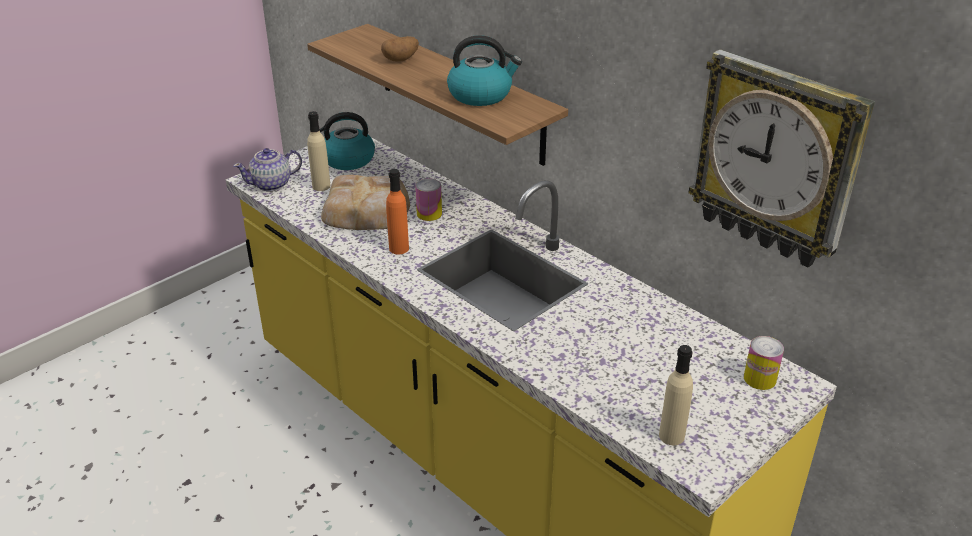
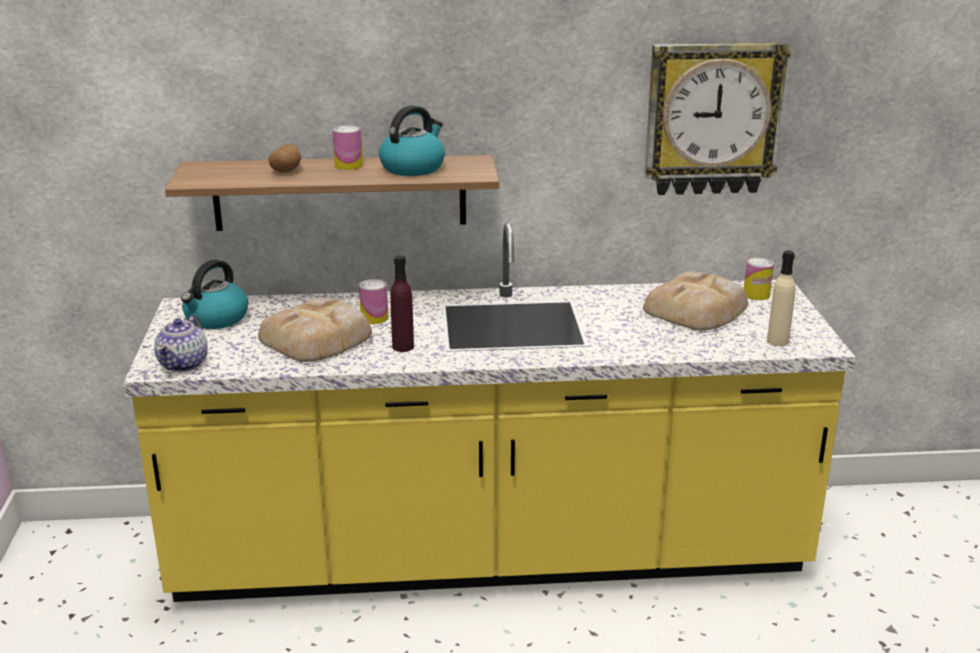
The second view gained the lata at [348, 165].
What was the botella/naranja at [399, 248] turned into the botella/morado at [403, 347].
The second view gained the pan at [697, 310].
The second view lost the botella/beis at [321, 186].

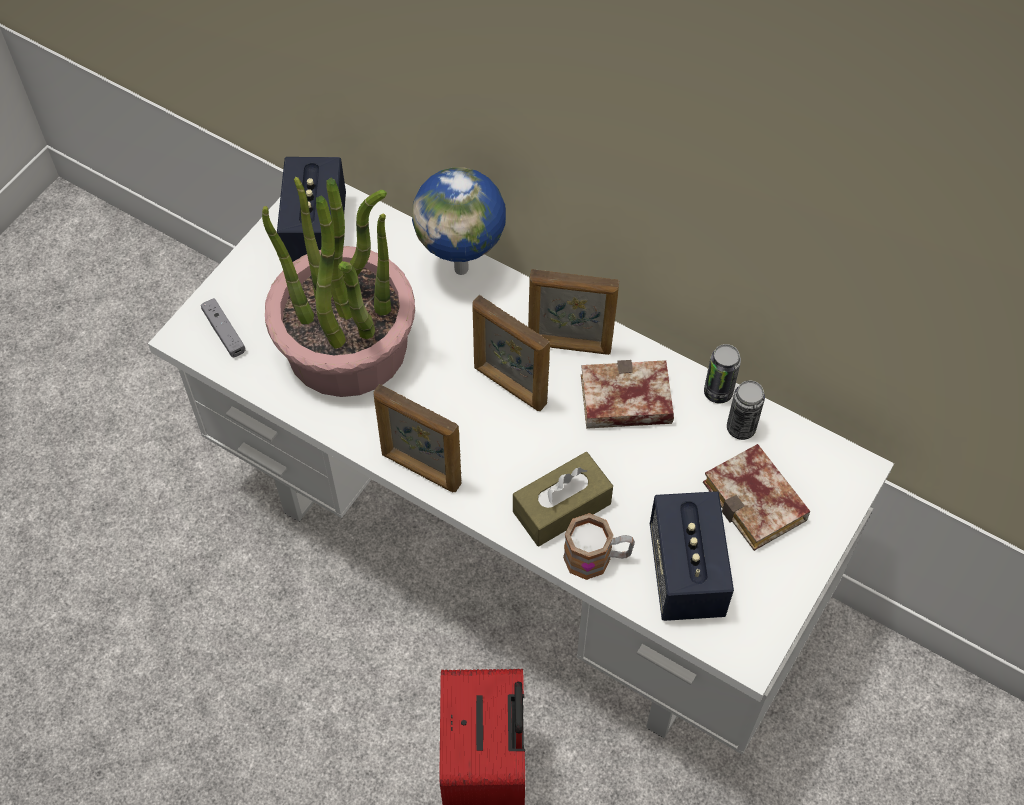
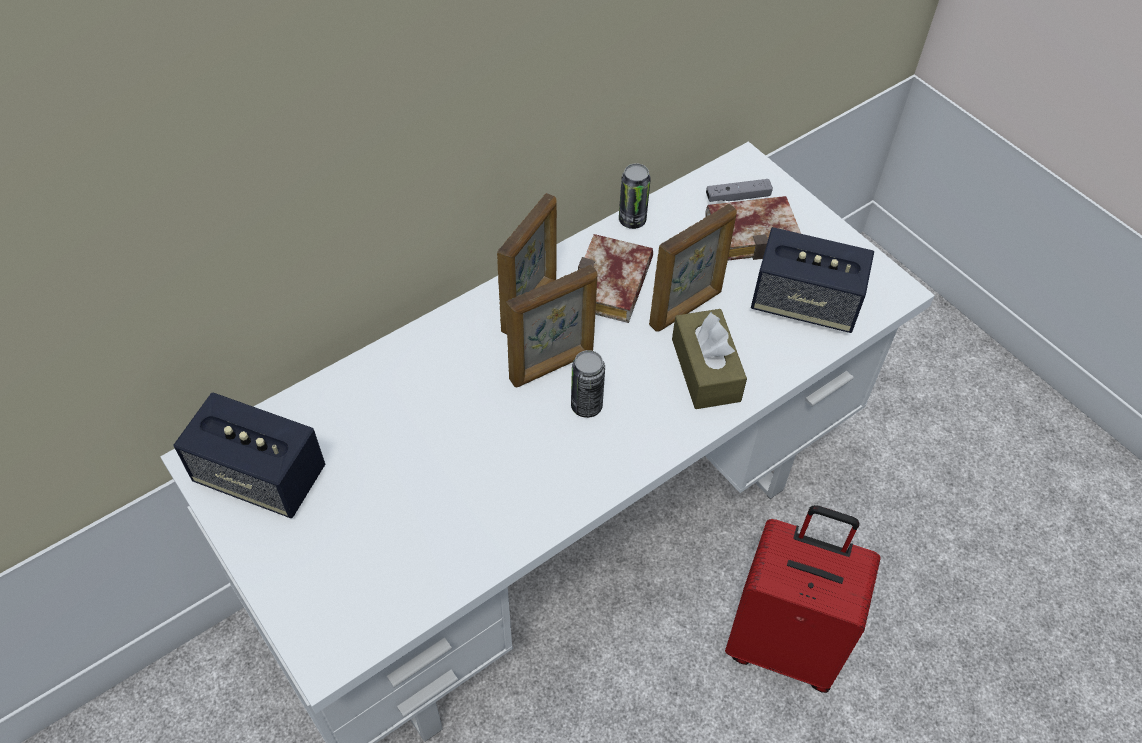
The lata ended up elsewhere, having gone from [741, 428] to [586, 406].
The portarretratos ended up elsewhere, having gone from [420, 469] to [686, 308].
The mando de consola/gris ended up elsewhere, having gone from [224, 332] to [737, 197].
The second view lost the planta en maceta at [347, 347].
The second view lost the globo terráqueo at [463, 268].
The second view lost the taza grande at [597, 558].

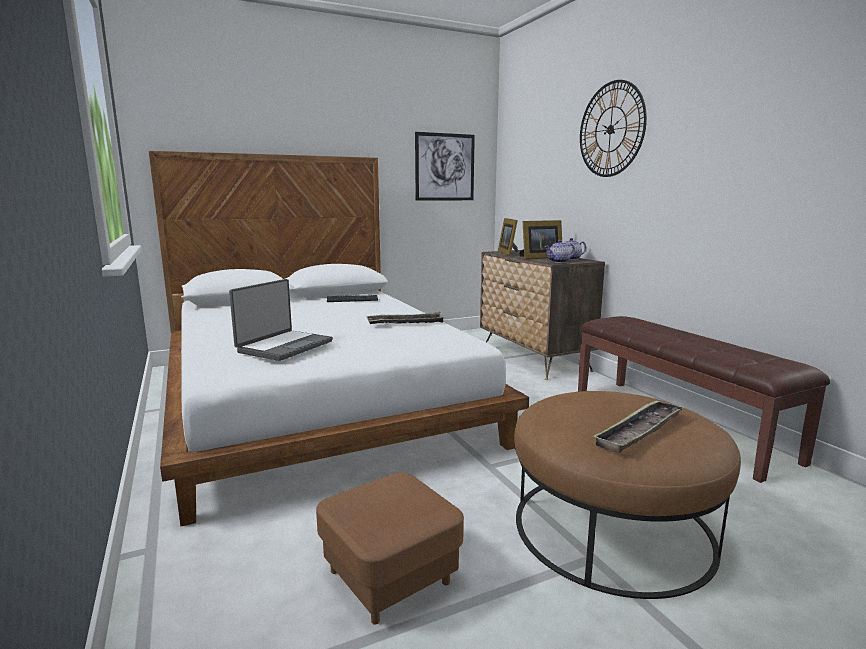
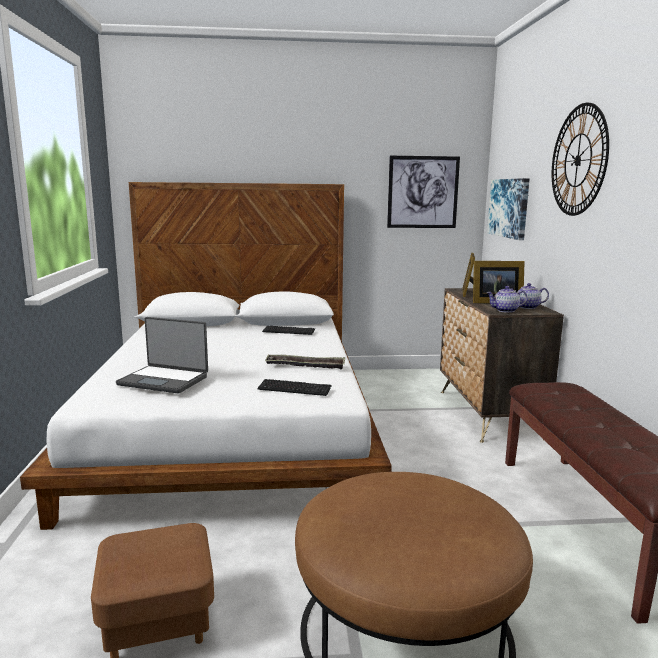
The portátil at [284, 346] ended up facing another way, 60 degrees clockwise from before.
The second view gained the teclado at [294, 389].
The second view gained the cuadro at [509, 208].
The second view lost the bandeja at [639, 431].

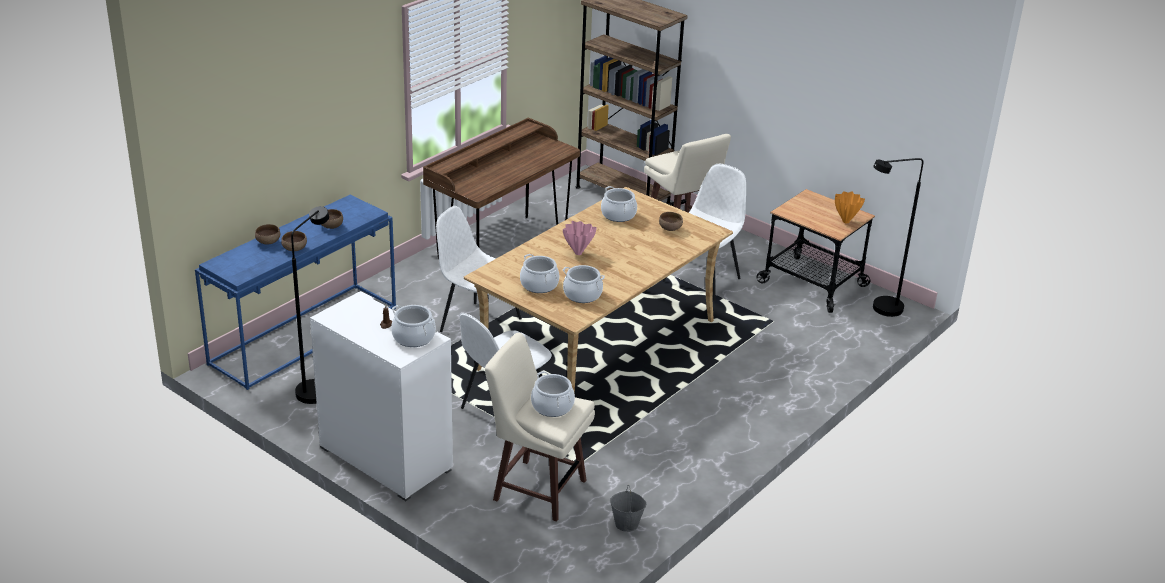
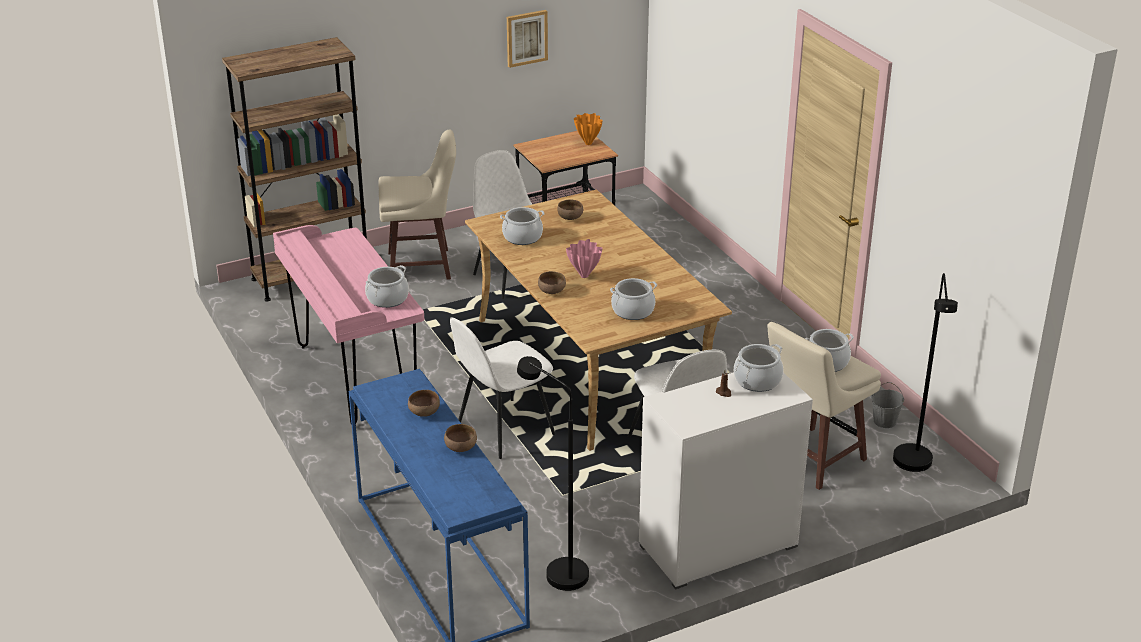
What was the escritorio/marrón at [502, 247] turned into the escritorio/rosa at [354, 378].
The olla ended up elsewhere, having gone from [582, 295] to [387, 299].
The second view gained the cuadro at [526, 38].
The cuenco/marrón ended up elsewhere, having gone from [268, 242] to [552, 291].
The lámpara de pie/negro ended up elsewhere, having gone from [880, 310] to [914, 467].

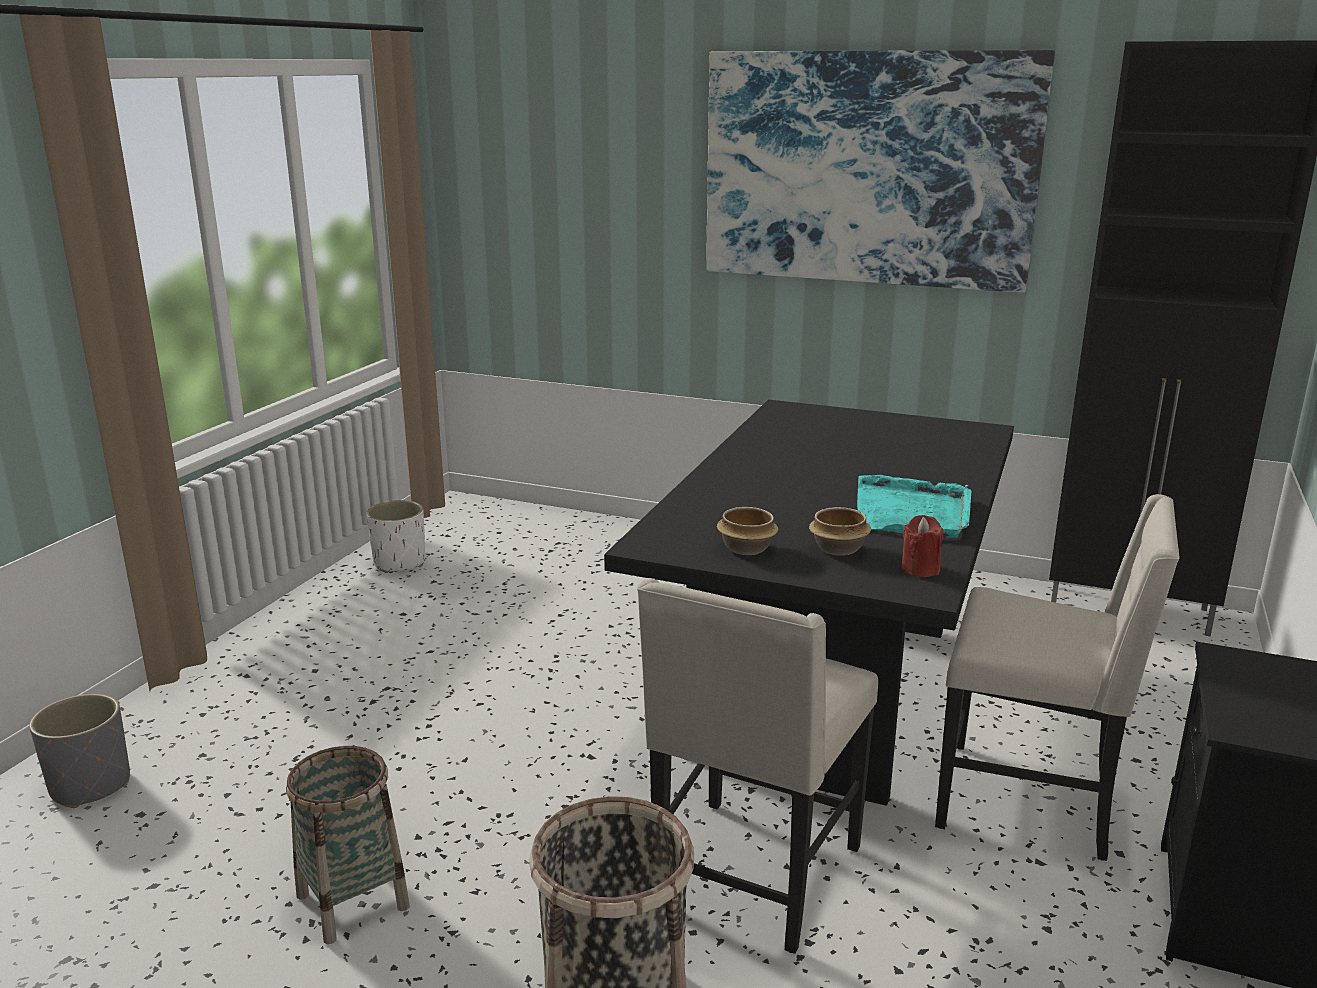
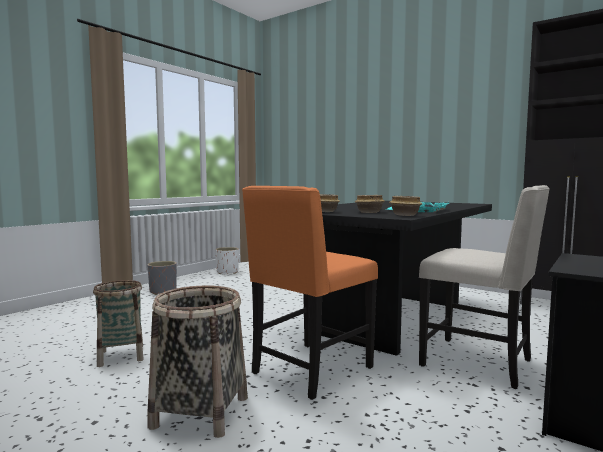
The maceta/gris ended up elsewhere, having gone from [91, 785] to [163, 291].
What was the silla/beis at [752, 877] turned into the silla/naranja at [309, 371].
Where the vela/rojo stood at [920, 569], the cuenco came to stand at [404, 215].
The second view lost the cuadro at [867, 169].

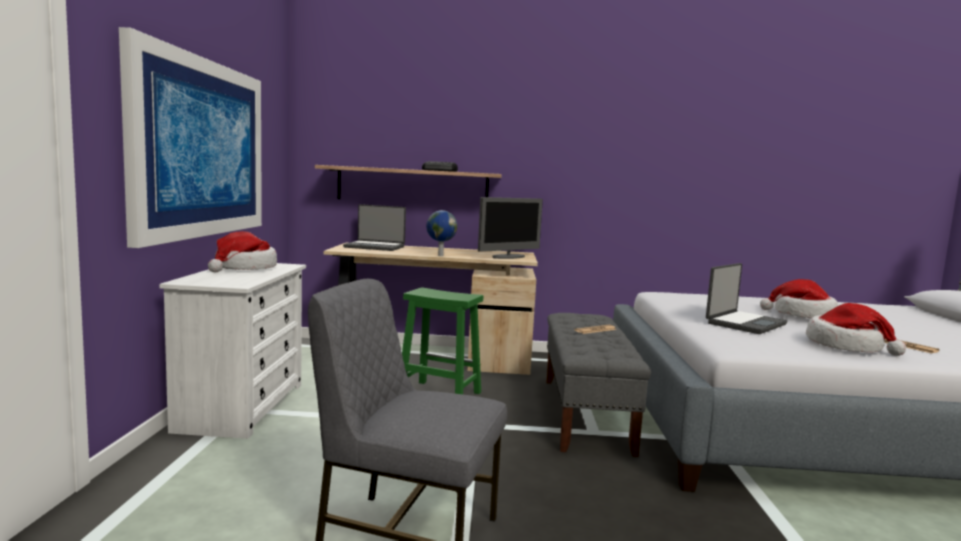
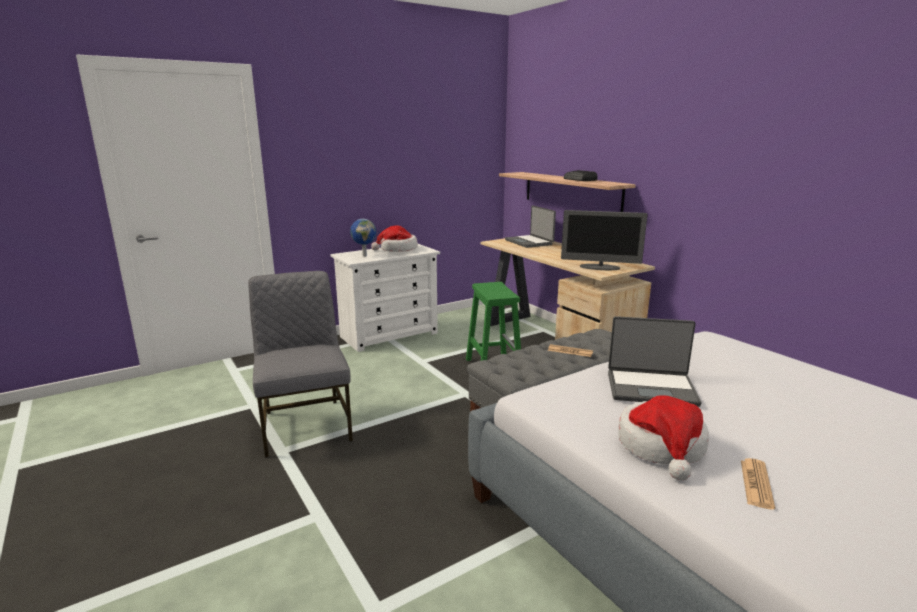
The globo terráqueo ended up elsewhere, having gone from [440, 255] to [364, 256].
The second view lost the cuadro at [201, 148].
The second view lost the sombrero at [801, 315].

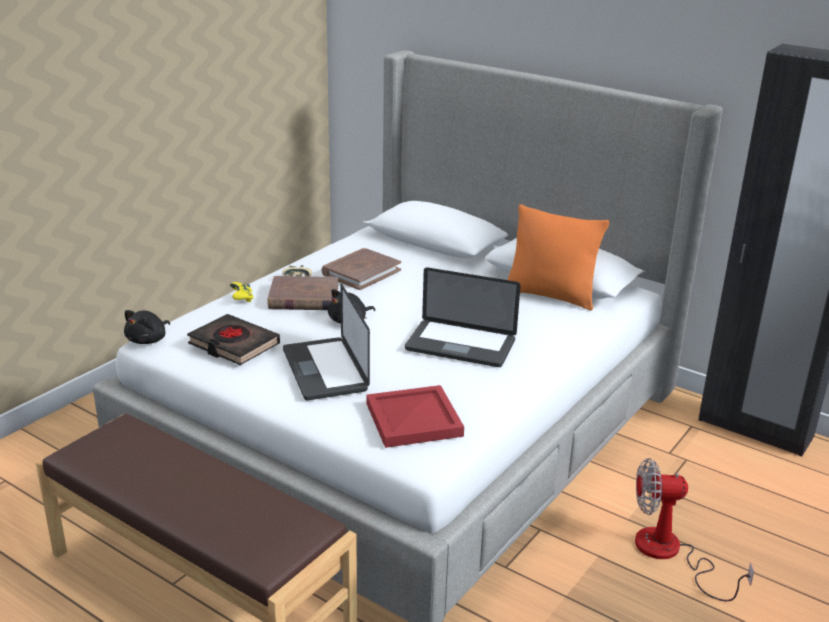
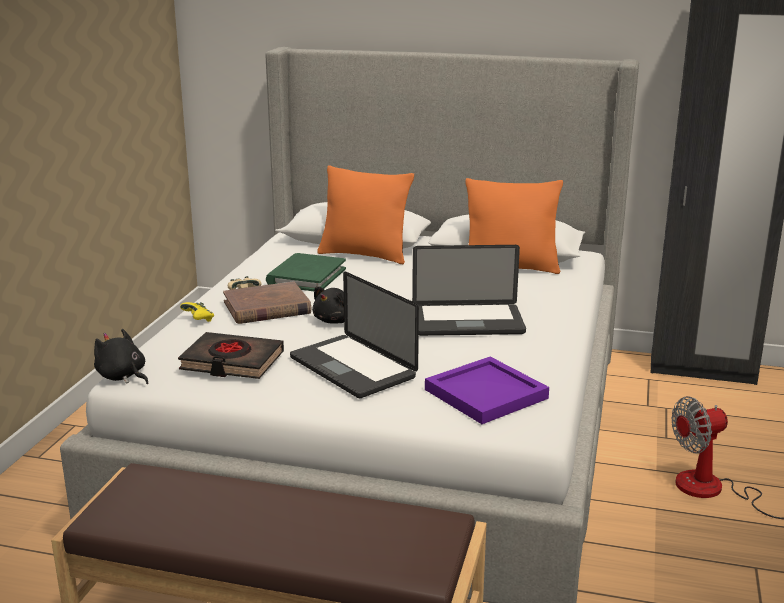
The peluche/negro at [148, 340] ended up facing another way, 120 degrees clockwise from before.
What was the libro/marrón at [361, 272] turned into the libro/verde at [306, 276].
The second view gained the cojín/naranja at [364, 255].
What was the bandeja/rojo at [414, 419] turned into the bandeja/morado at [486, 393].

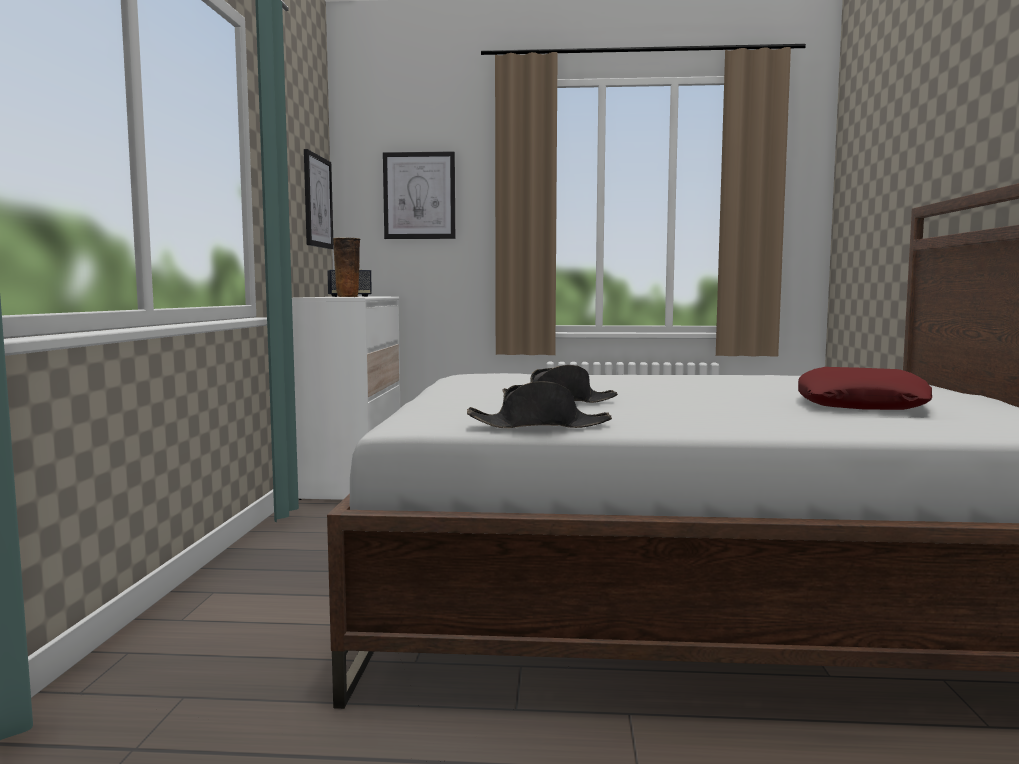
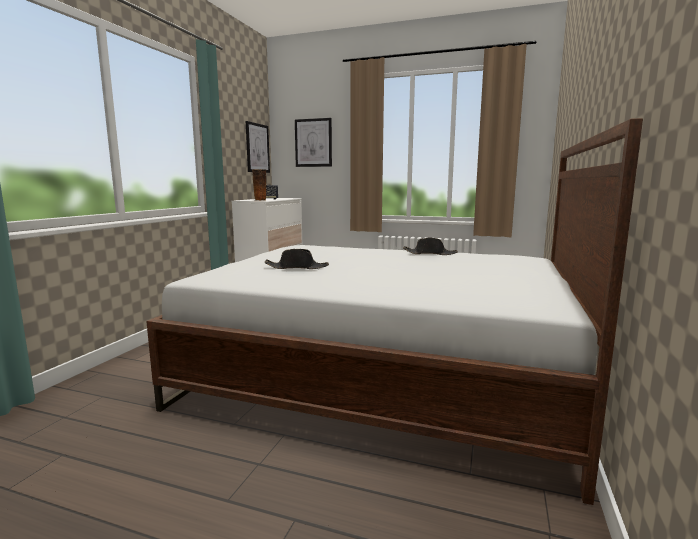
The sombrero/negro ended up elsewhere, having gone from [540, 425] to [430, 253].
The second view lost the cojín/rojo at [861, 404].

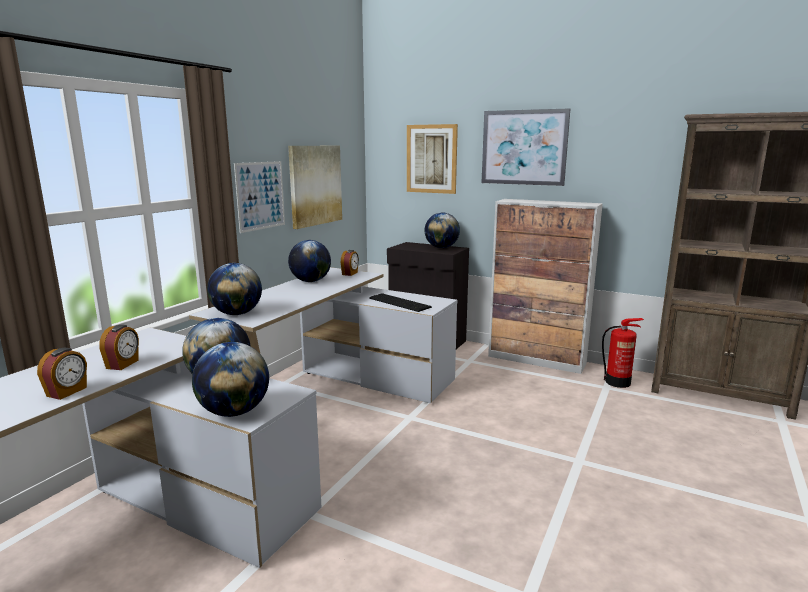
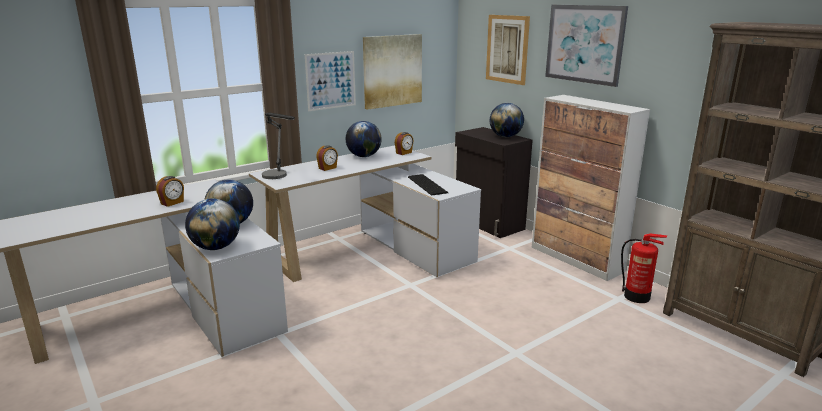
Where the globo terráqueo stood at [237, 314], the lámpara de mesa came to stand at [278, 177].
The despertador ended up elsewhere, having gone from [67, 392] to [328, 168].

